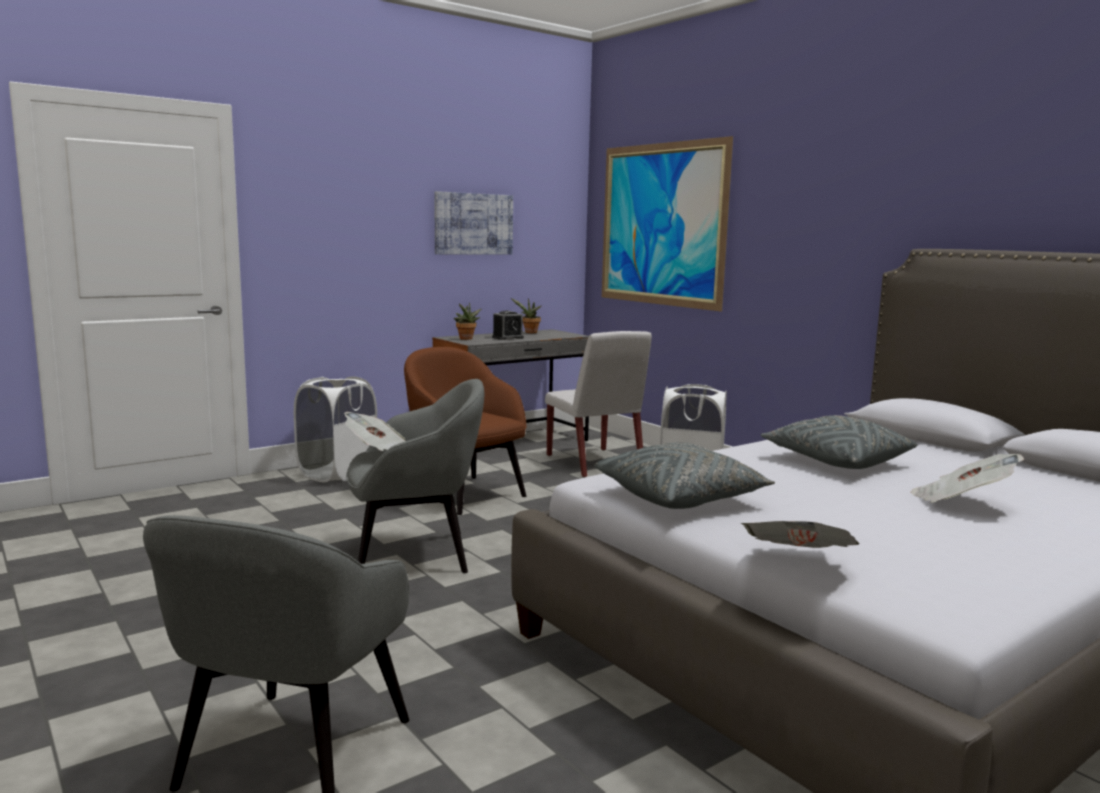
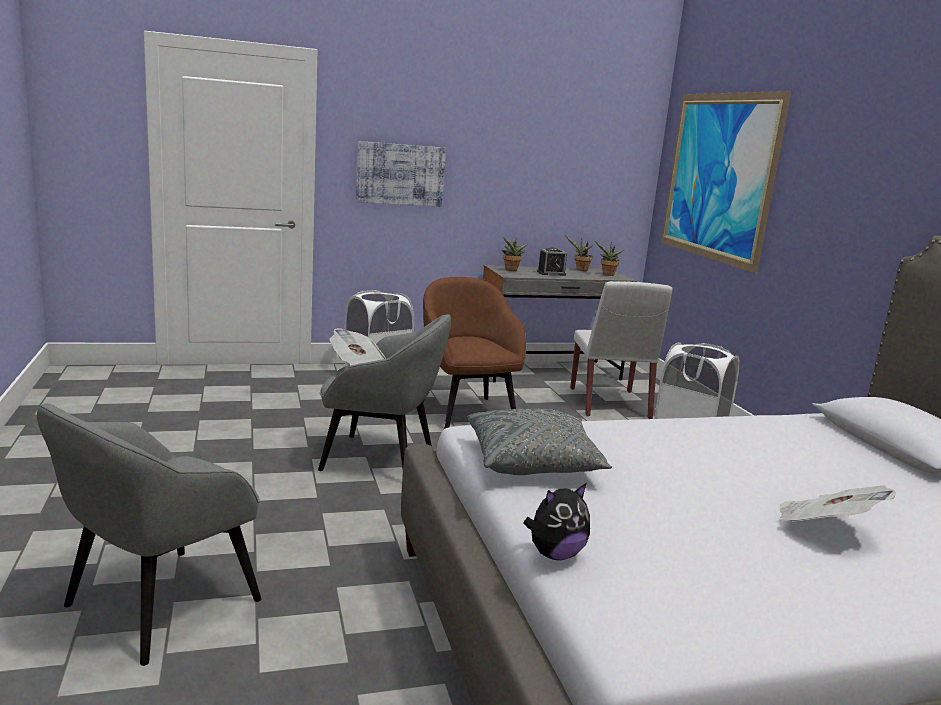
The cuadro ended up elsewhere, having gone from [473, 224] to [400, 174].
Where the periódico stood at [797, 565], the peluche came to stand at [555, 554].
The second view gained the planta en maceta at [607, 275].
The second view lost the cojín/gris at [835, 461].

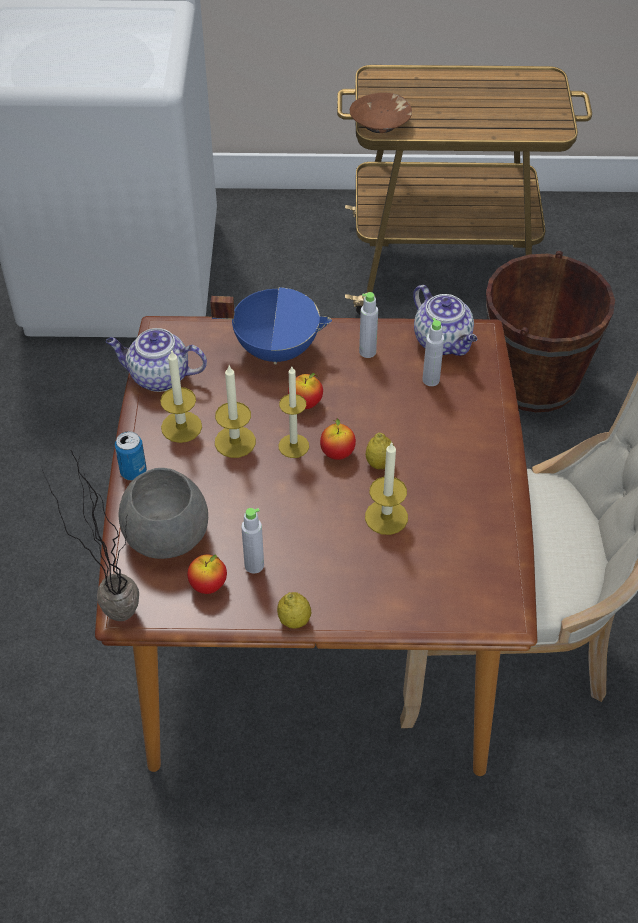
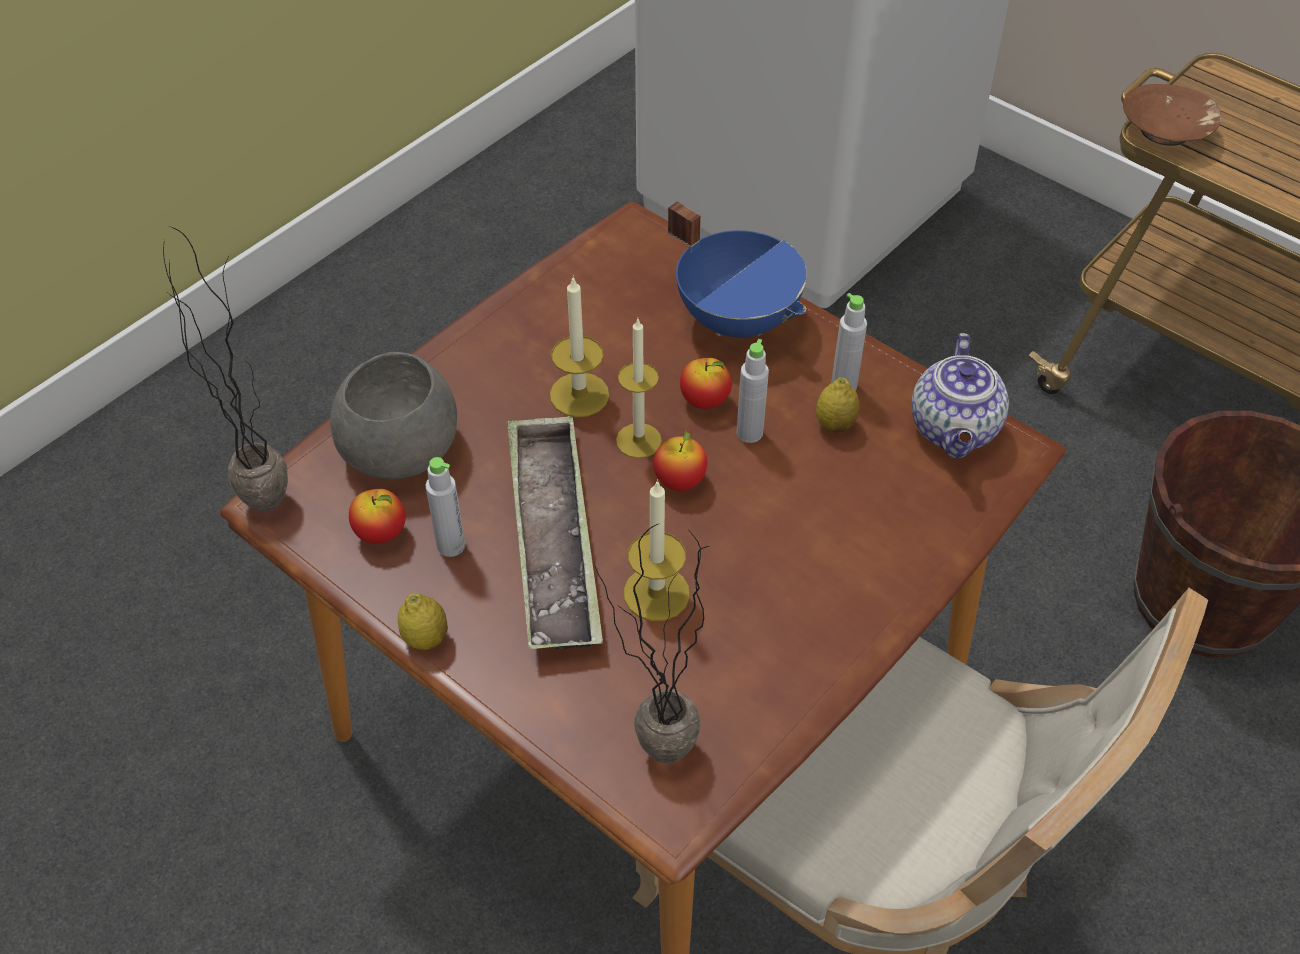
The second view gained the bandeja at [553, 539].
The second view gained the planta en maceta at [649, 759].
The botella/gris ended up elsewhere, having gone from [431, 380] to [749, 433].
The limón ended up elsewhere, having gone from [379, 463] to [835, 424].
The second view lost the tetera at [158, 377].
The second view lost the lata at [133, 472].
The second view lost the vela at [181, 427].

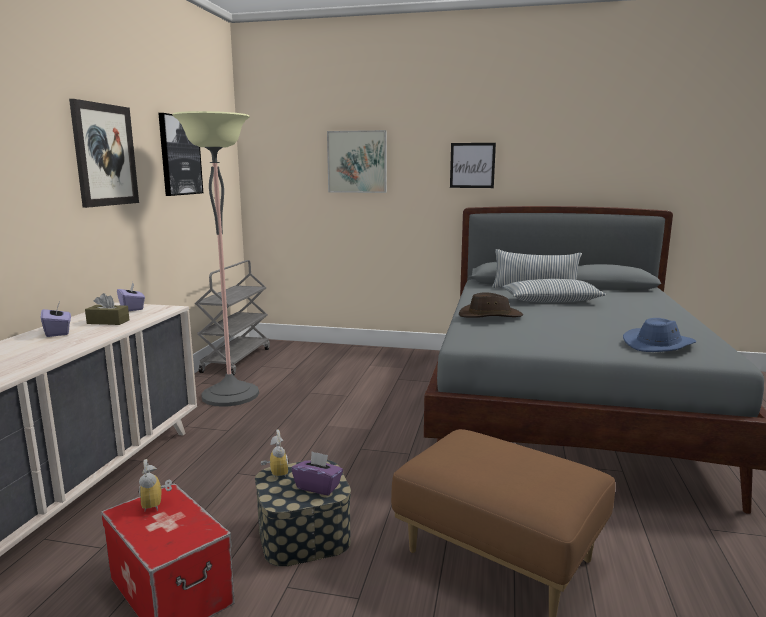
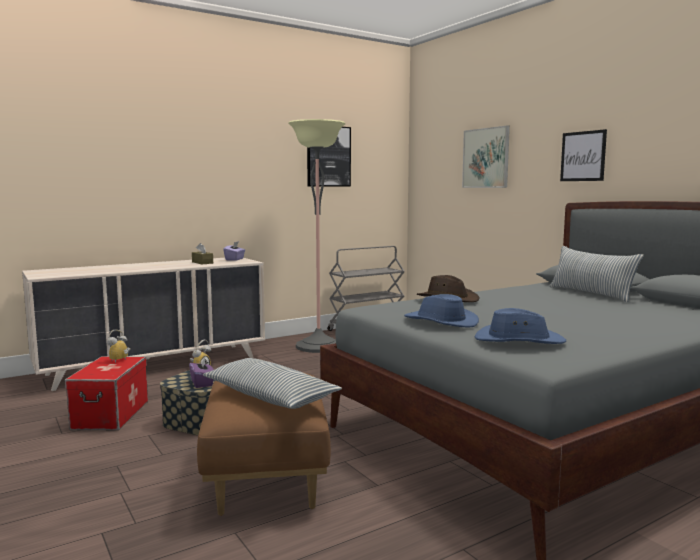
The cojín ended up elsewhere, having gone from [552, 301] to [270, 396].
The second view gained the sombrero/azul at [440, 322].
The second view lost the caja de pañuelos/morado at [58, 332].
The second view lost the cuadro at [105, 155].

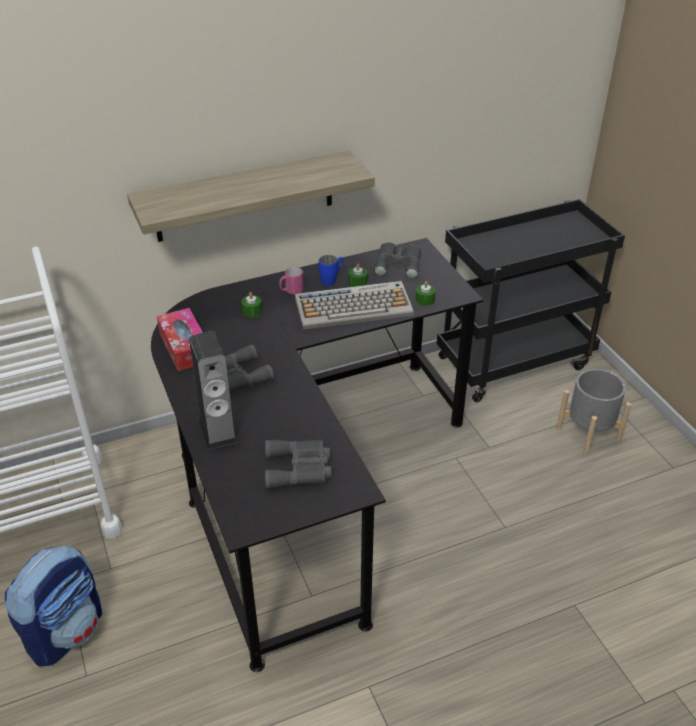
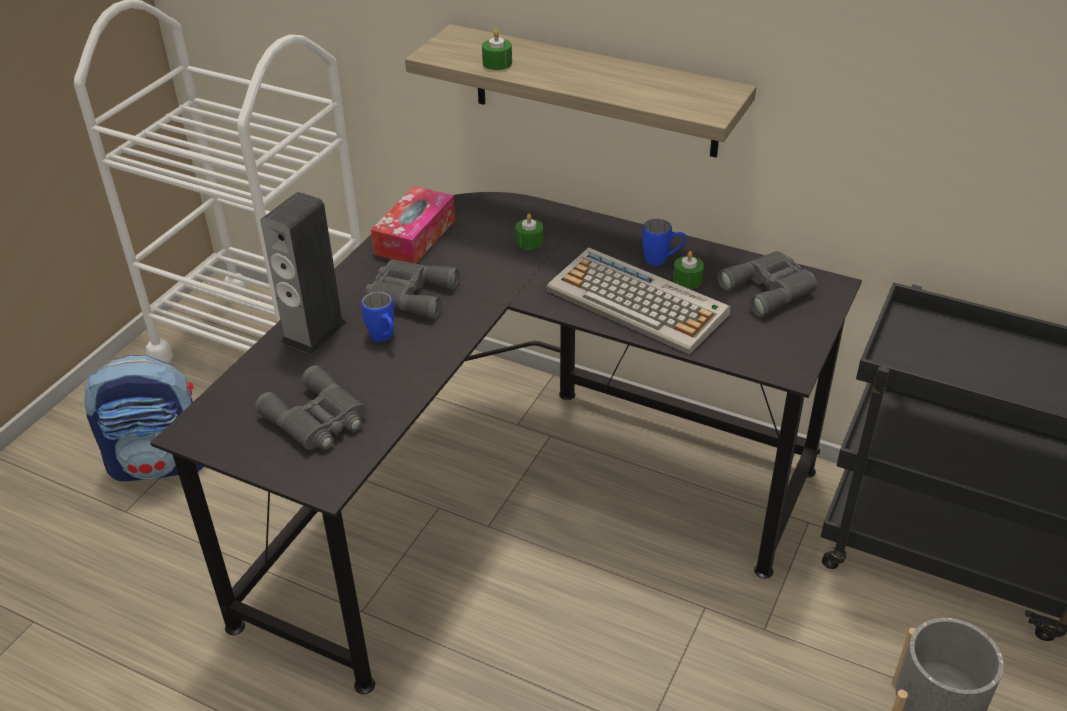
The second view gained the taza grande/azul at [384, 339].
The vela/verde ended up elsewhere, having gone from [425, 300] to [497, 63].
The second view lost the taza grande/rosa at [291, 291].

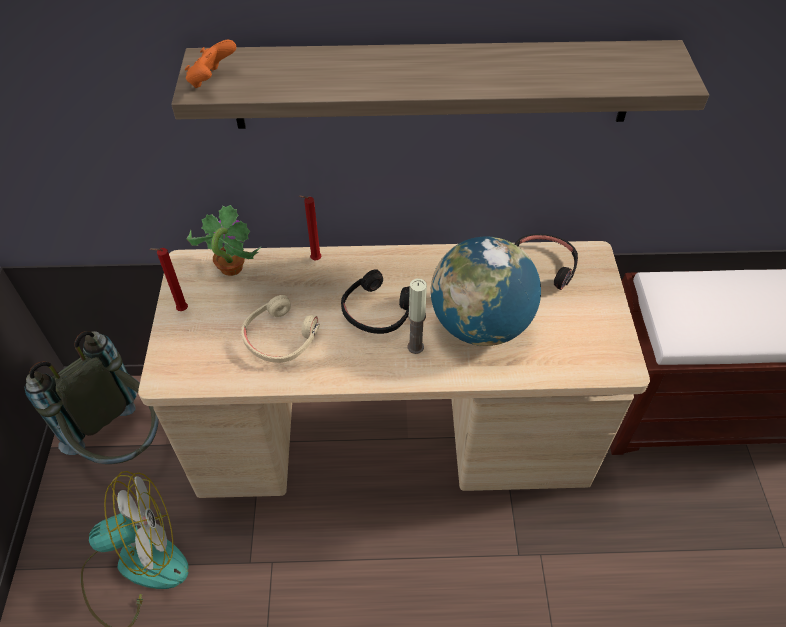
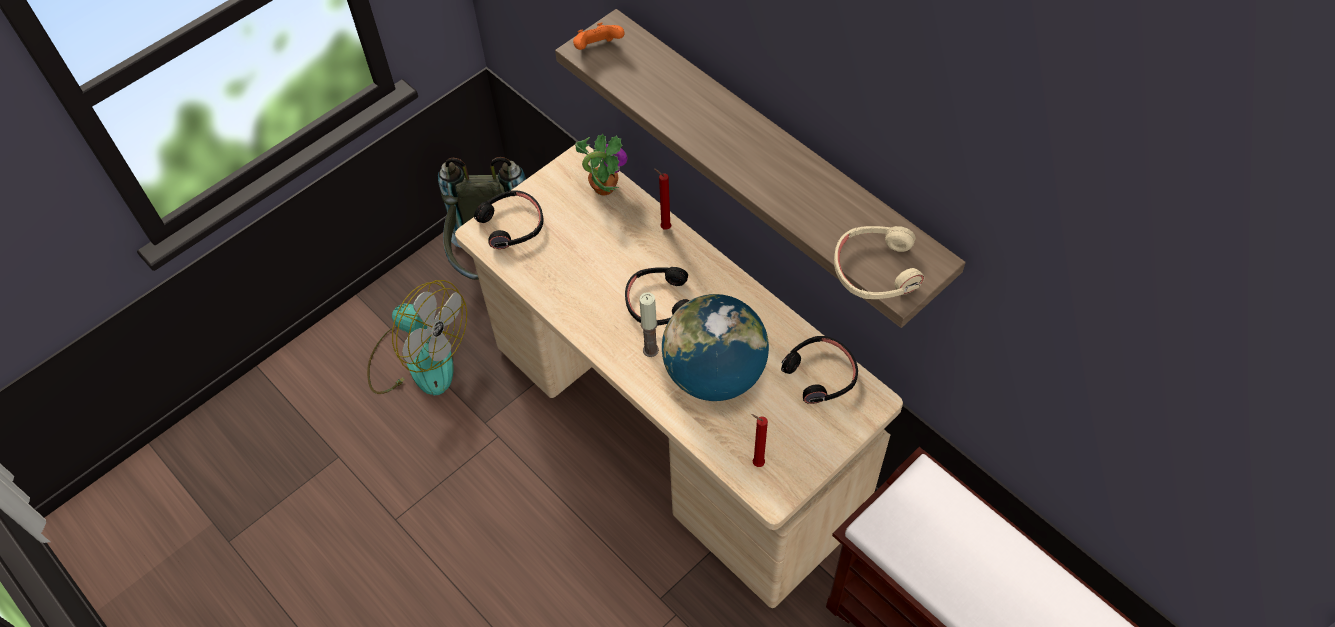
The second view gained the auriculares/negro at [512, 225].
The vela/rojo ended up elsewhere, having gone from [181, 310] to [756, 463].
The auriculares/beis ended up elsewhere, having gone from [280, 337] to [875, 270].

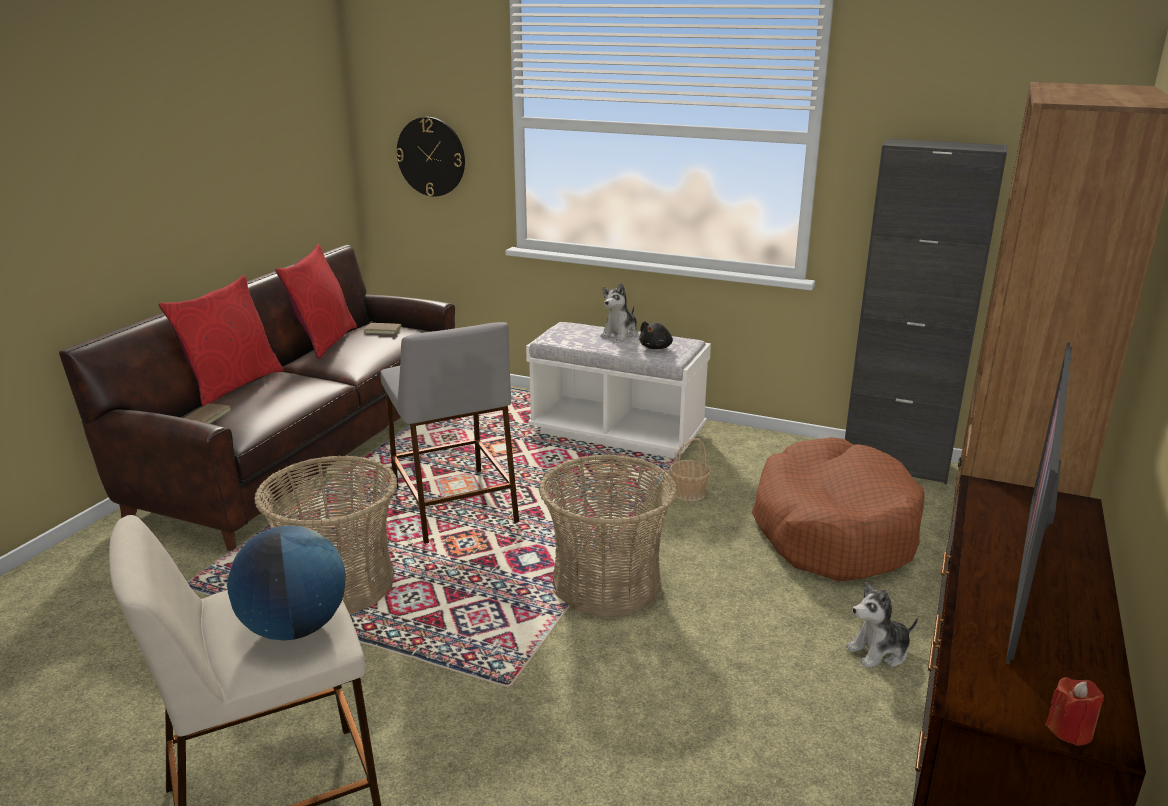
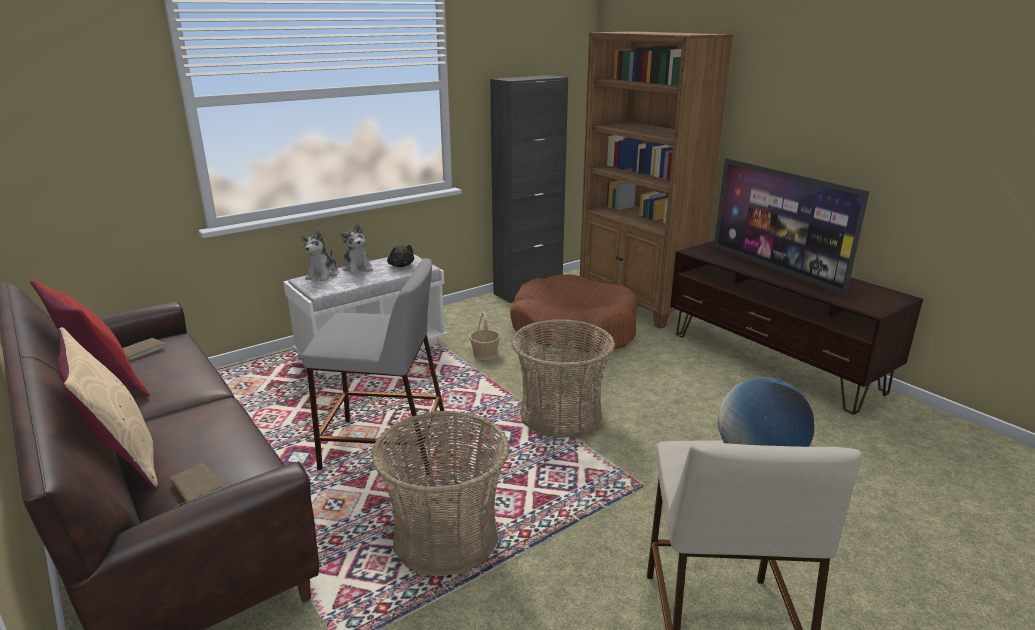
What was the cojín/rojo at [232, 385] turned into the cojín/beis at [122, 460].
The peluche ended up elsewhere, having gone from [879, 652] to [323, 274].
The second view lost the reloj de pared at [431, 156].
The second view lost the vela/rojo at [1070, 730].

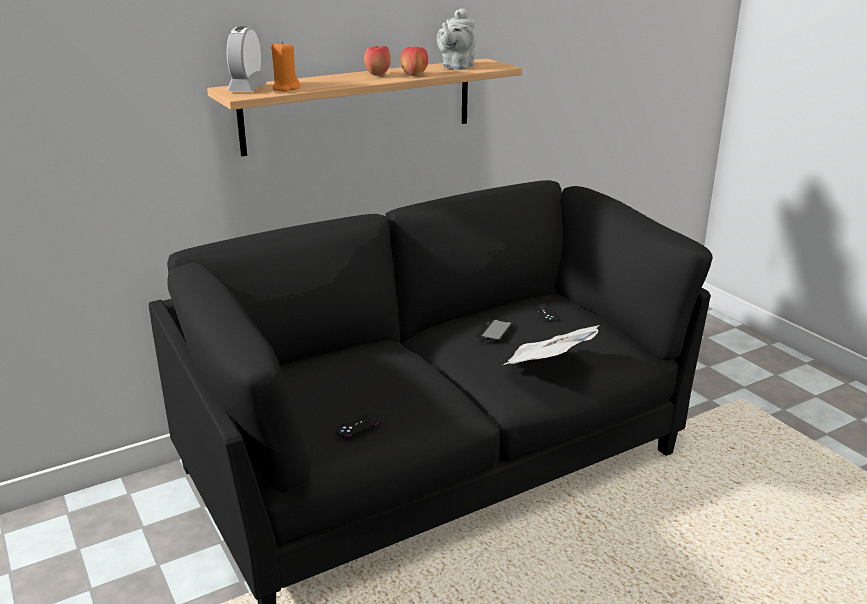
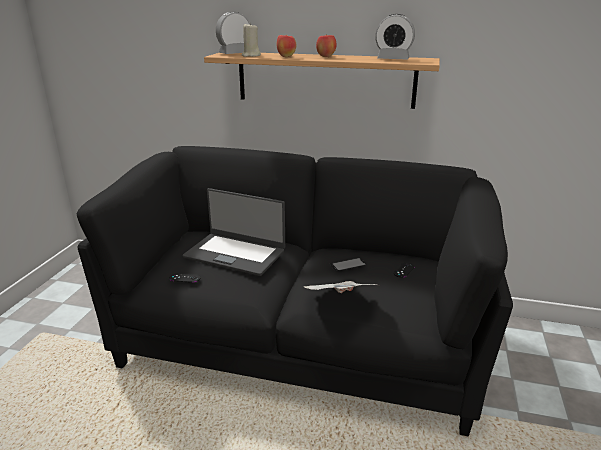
The second view gained the portátil at [235, 253].
What was the vela/naranja at [285, 88] turned into the vela/beis at [251, 55].
The manzana ended up elsewhere, having gone from [414, 75] to [286, 57].
Where the tetera/gris stood at [457, 67], the despertador came to stand at [393, 59].

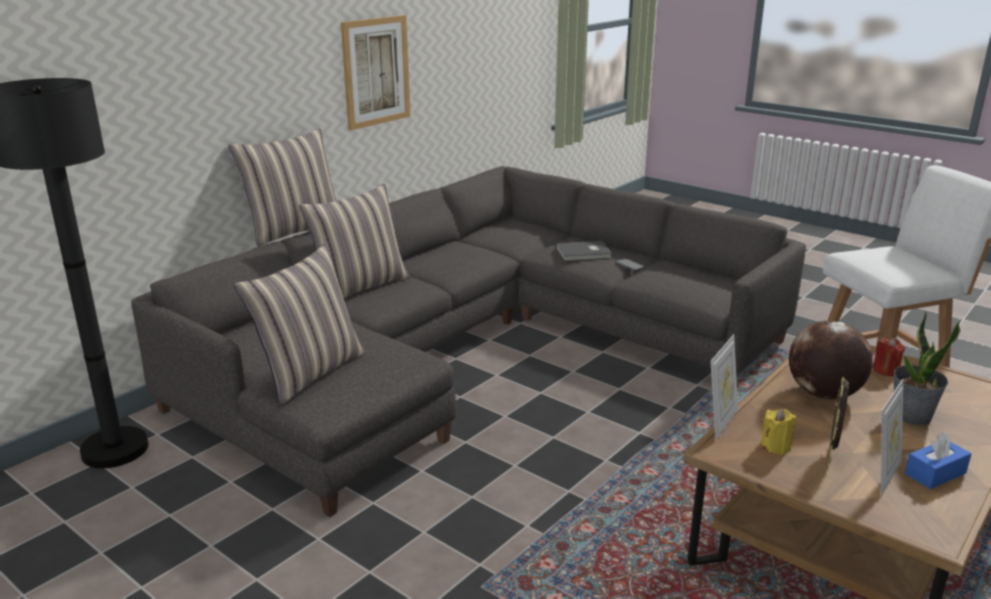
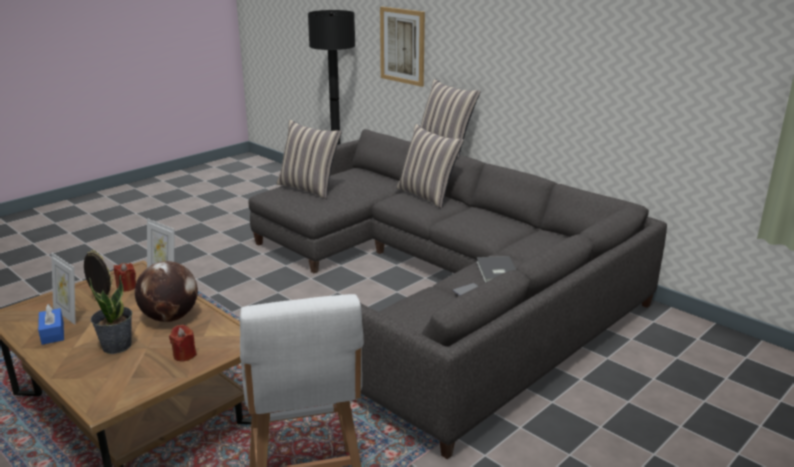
What was the vela/amarillo at [775, 446] turned into the vela/rojo at [126, 287].
The cuadro ended up elsewhere, having gone from [376, 72] to [402, 46].

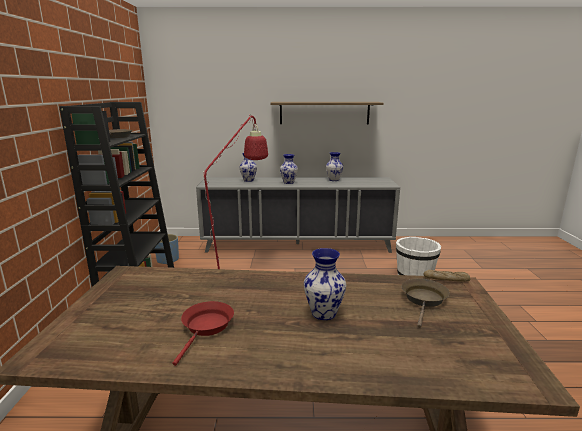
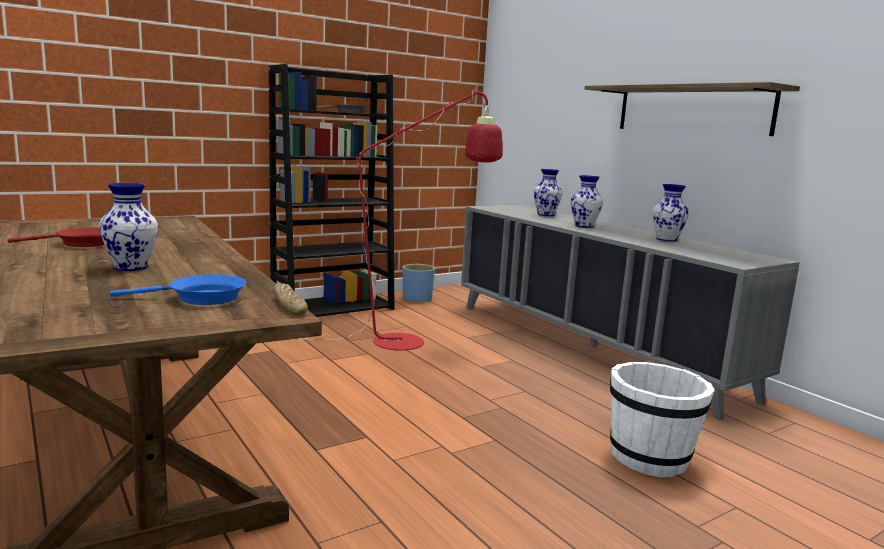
What was the sartén/marrón at [424, 300] turned into the sartén/azul at [201, 298].

